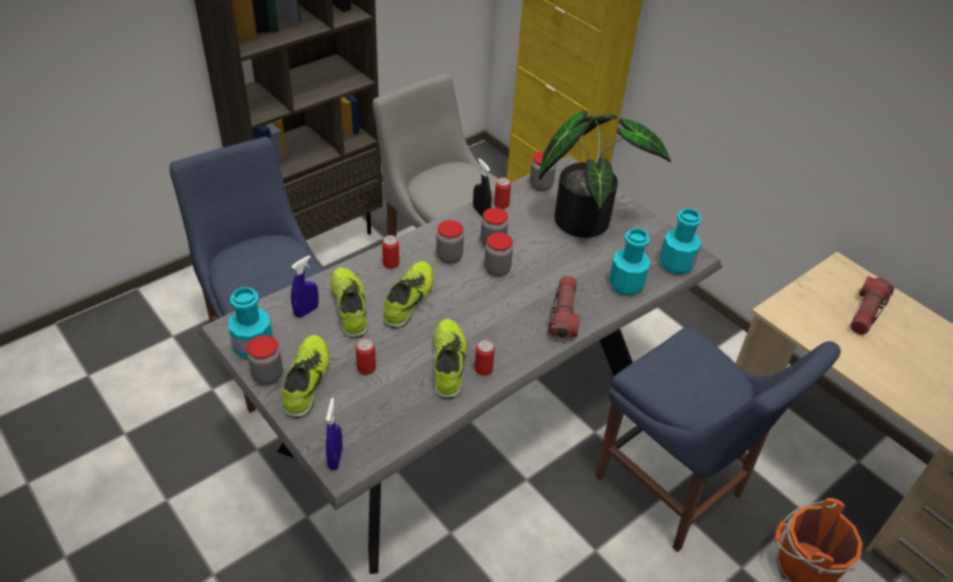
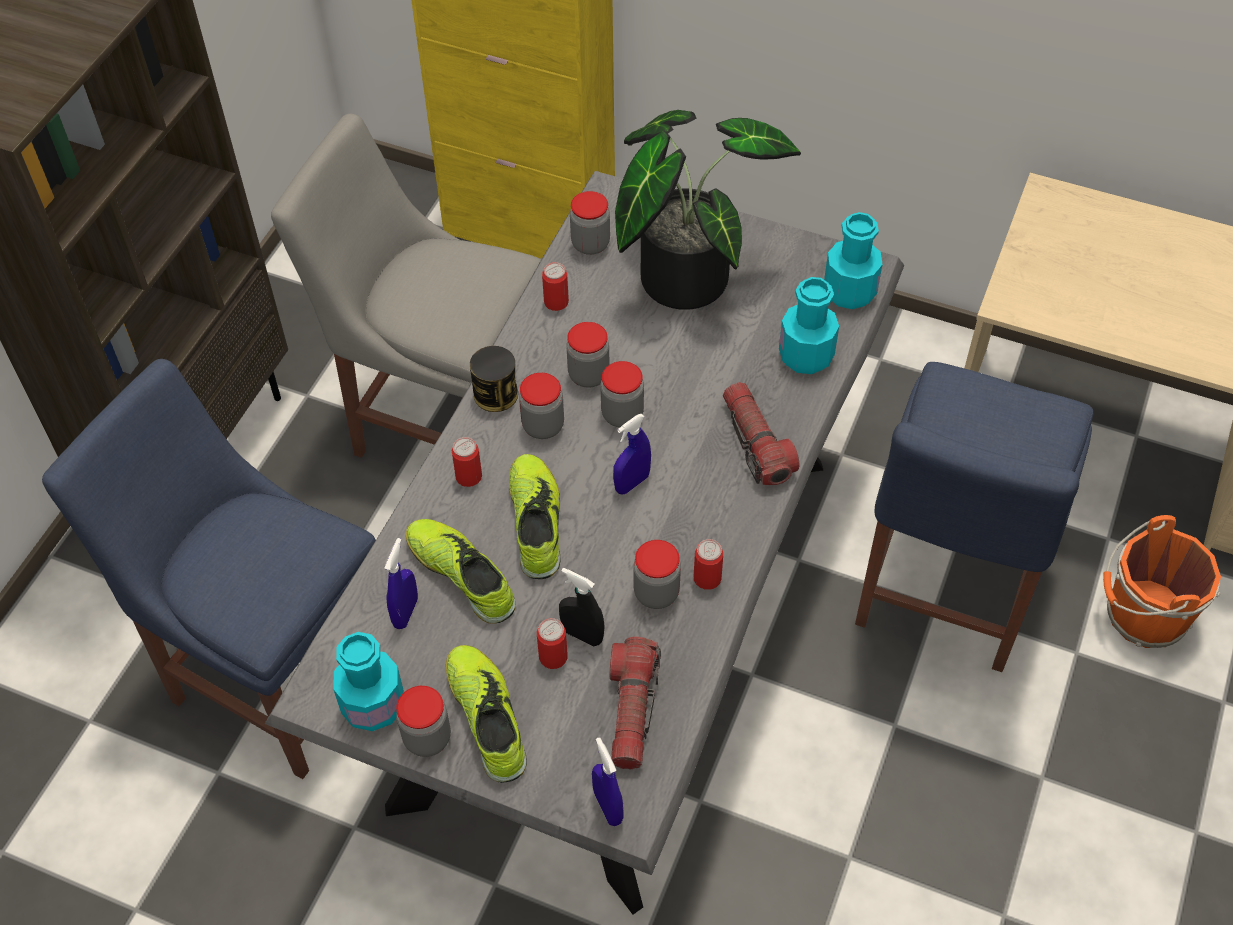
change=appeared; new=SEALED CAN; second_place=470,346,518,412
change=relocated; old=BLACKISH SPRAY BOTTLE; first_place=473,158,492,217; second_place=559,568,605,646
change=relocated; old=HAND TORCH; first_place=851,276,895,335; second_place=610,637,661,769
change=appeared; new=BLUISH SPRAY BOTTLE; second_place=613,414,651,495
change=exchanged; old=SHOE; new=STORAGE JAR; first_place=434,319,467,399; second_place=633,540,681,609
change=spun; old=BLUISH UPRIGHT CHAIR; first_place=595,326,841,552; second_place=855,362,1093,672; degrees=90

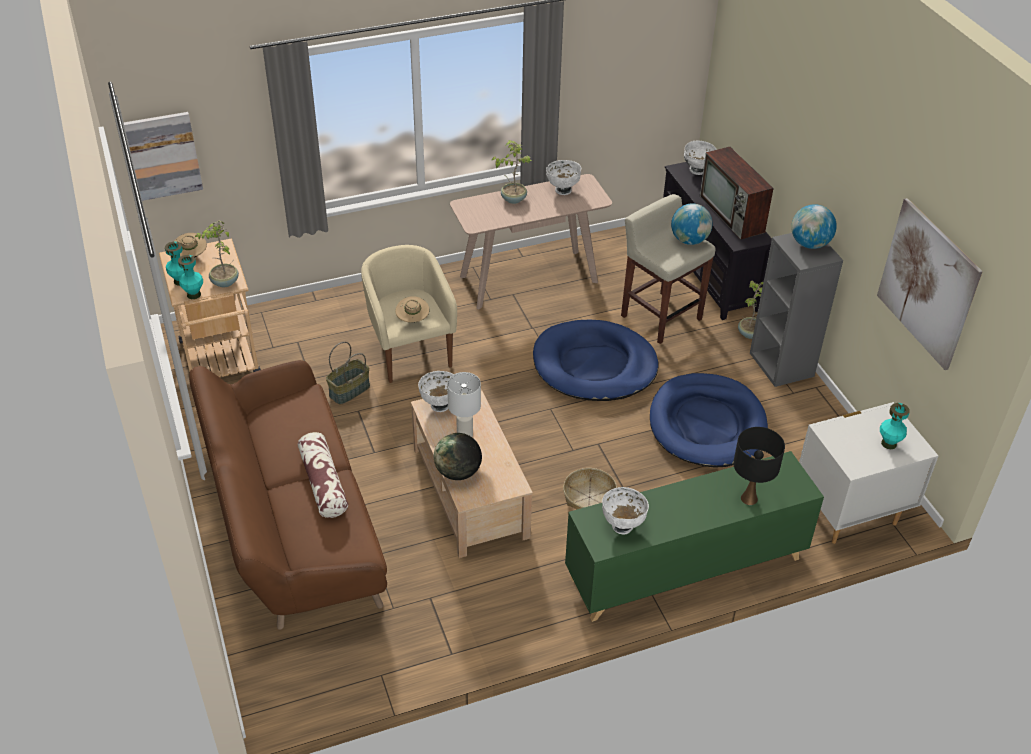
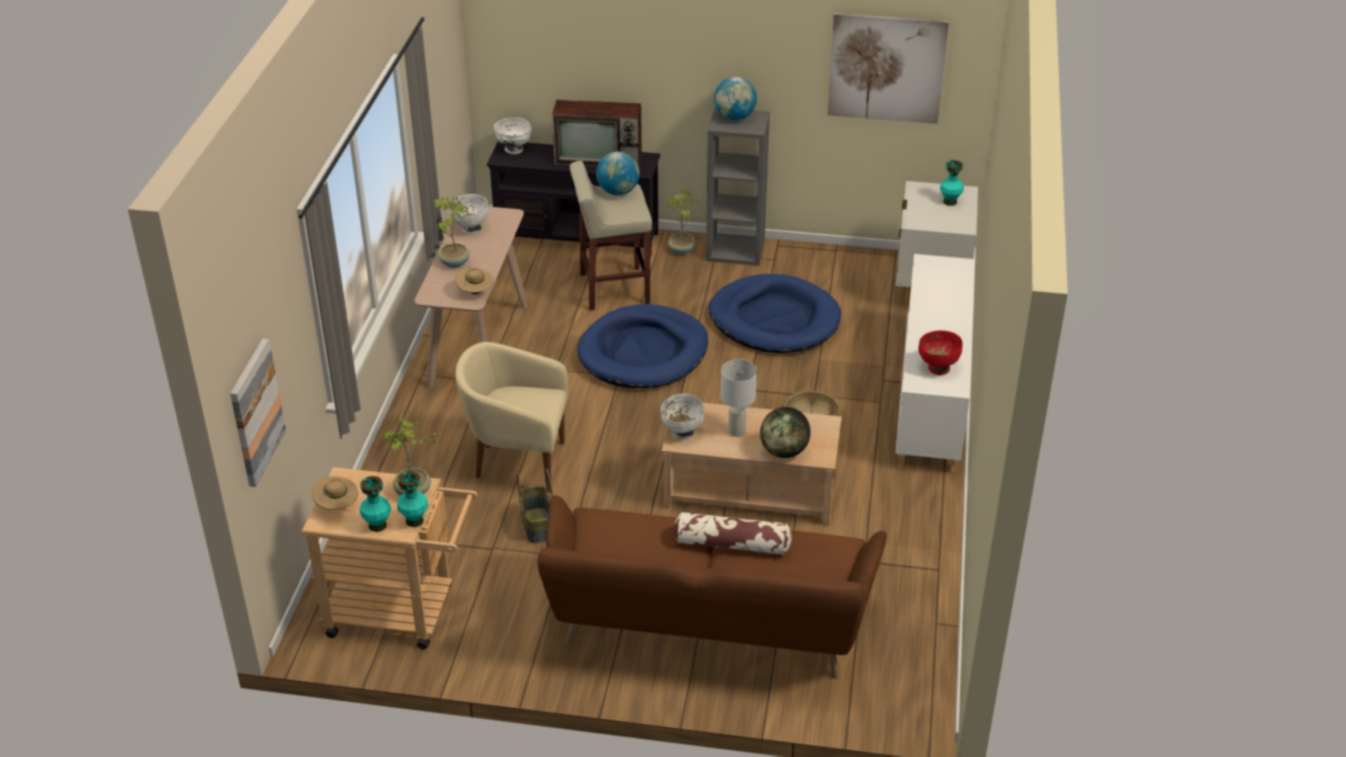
change=relocated; old=SAND-COLOURED CLOTHING HAT; first_place=395,296,429,323; second_place=455,268,494,294
change=colour; old=GREEN CABINET; new=WHITISH CABINET; first_place=565,451,824,622; second_place=895,254,975,473
change=colour; old=WHITISH SERVING BOWL; new=RED-COLOURED SERVING BOWL; first_place=602,487,649,534; second_place=918,330,963,375
change=missing; old=BLACKISH LAMP FOR A TABLE; first_place=733,427,785,505

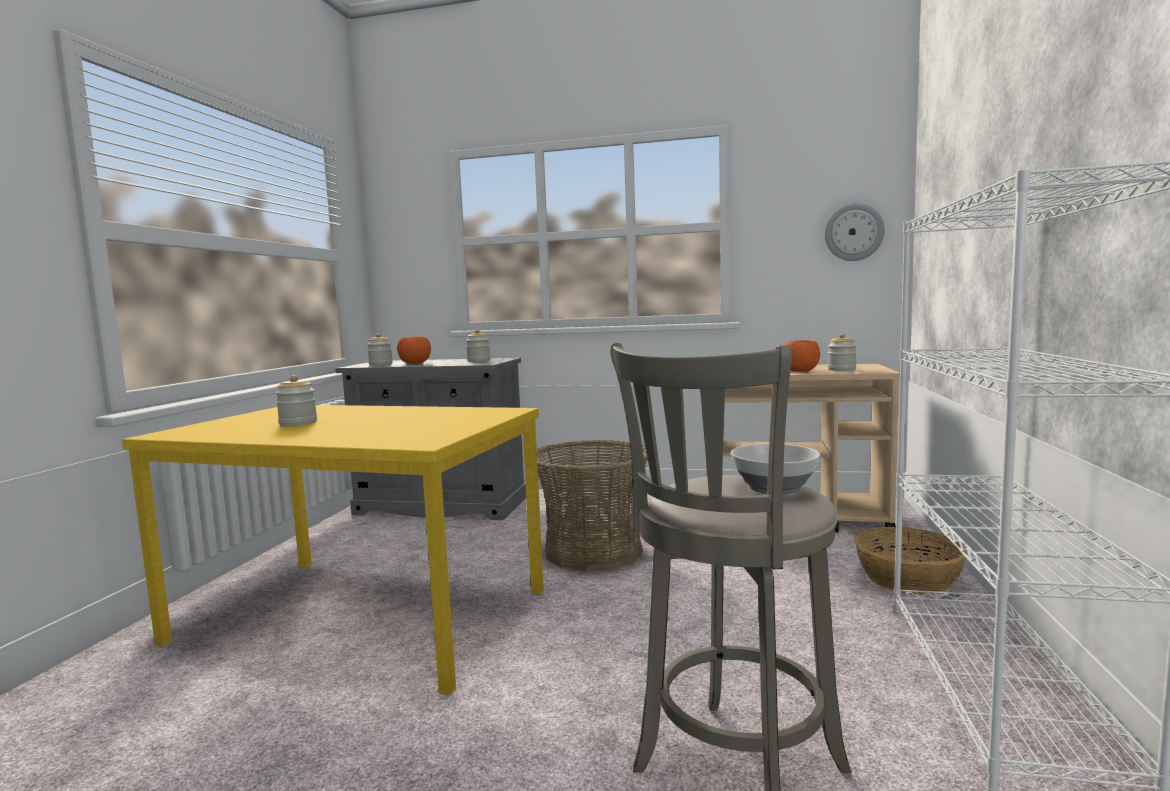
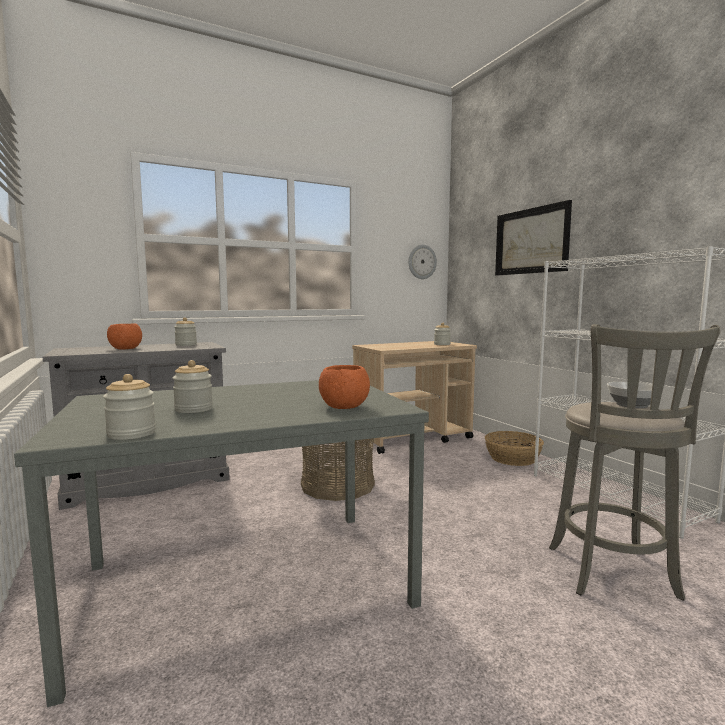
change=colour; old=YELLOWISH KITCHEN TABLE; new=GRAY KITCHEN TABLE; first_place=122,405,544,695; second_place=14,380,429,707
change=relocated; old=STORAGE JAR; first_place=367,333,393,366; second_place=103,374,156,440
change=relocated; old=ORANGEY SERVING BOWL; first_place=783,340,820,372; second_place=319,365,370,409
change=appeared; new=WALL ART; second_place=495,200,572,275

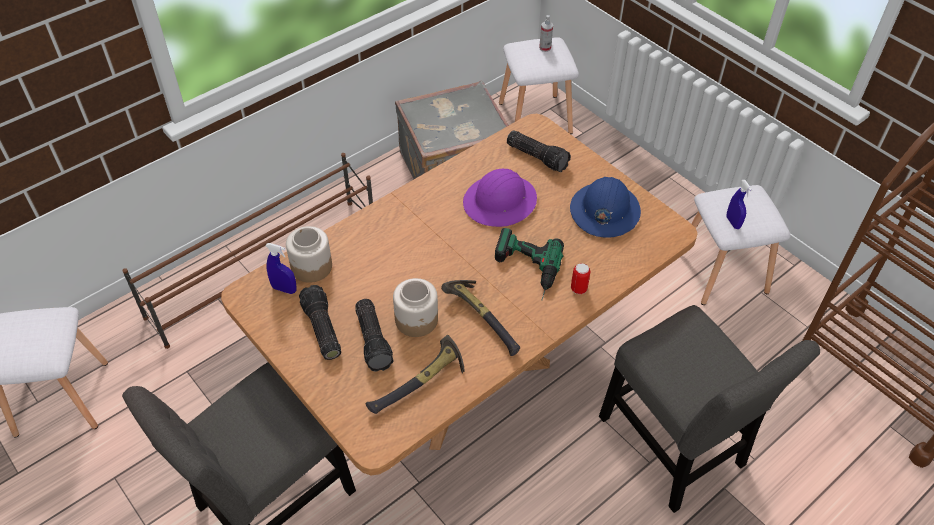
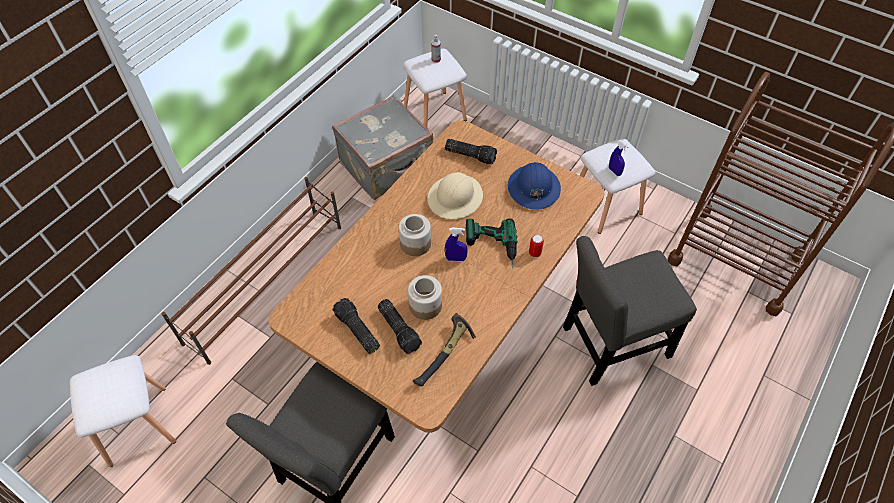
change=relocated; old=STORAGE JAR; first_place=286,226,332,283; second_place=399,214,431,256
change=colour; old=PURPLE SAFETY HELMET; new=SAND-COLOURED SAFETY HELMET; first_place=463,169,537,227; second_place=427,172,483,219
change=relocated; old=BLUISH SPRAY BOTTLE; first_place=265,243,297,294; second_place=445,228,468,261
change=spun; old=GRAY UPRIGHT CHAIR; first_place=599,305,820,513; second_place=563,236,697,386; degrees=120
change=missing; old=HAND HAMMER; first_place=441,280,520,356

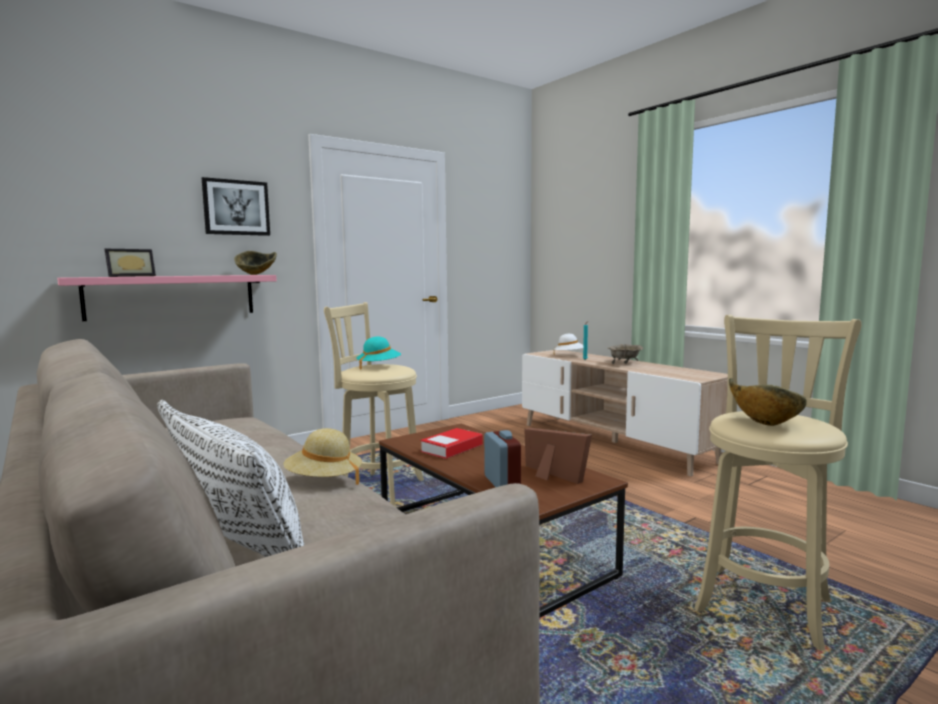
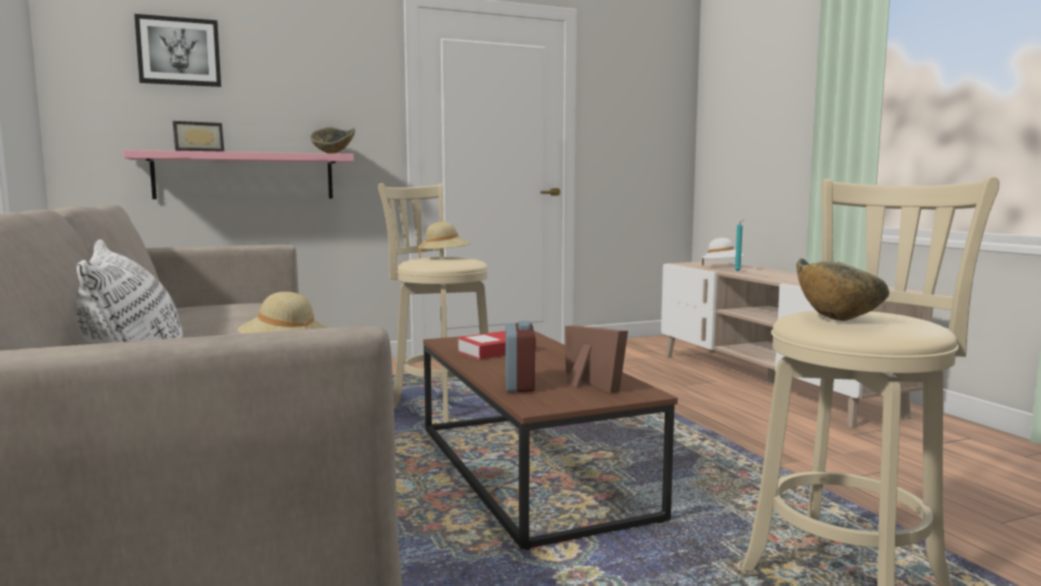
change=relocated; old=WALL ART; first_place=202,177,270,236; second_place=134,14,221,87
change=colour; old=TURQUOISE-COLOURED CLOTHING HAT; new=SAND-COLOURED CLOTHING HAT; first_place=356,337,401,370; second_place=418,222,470,259
change=missing; old=SAND-COLOURED SERVING BOWL; first_place=607,344,643,364

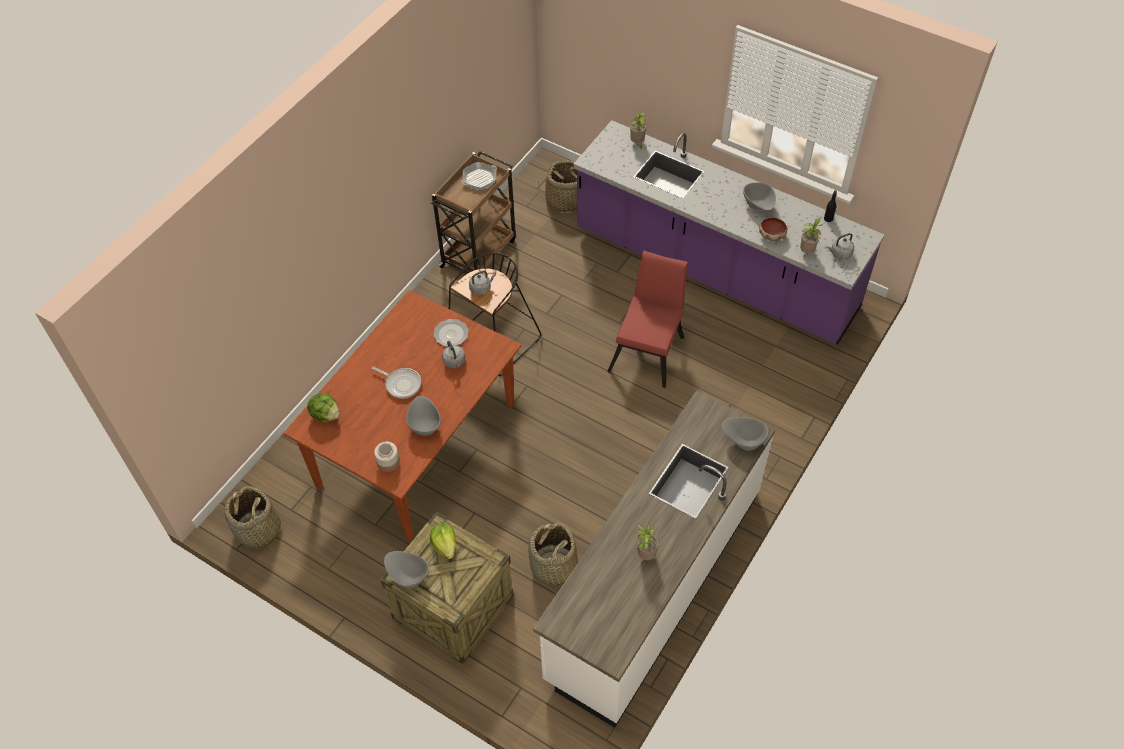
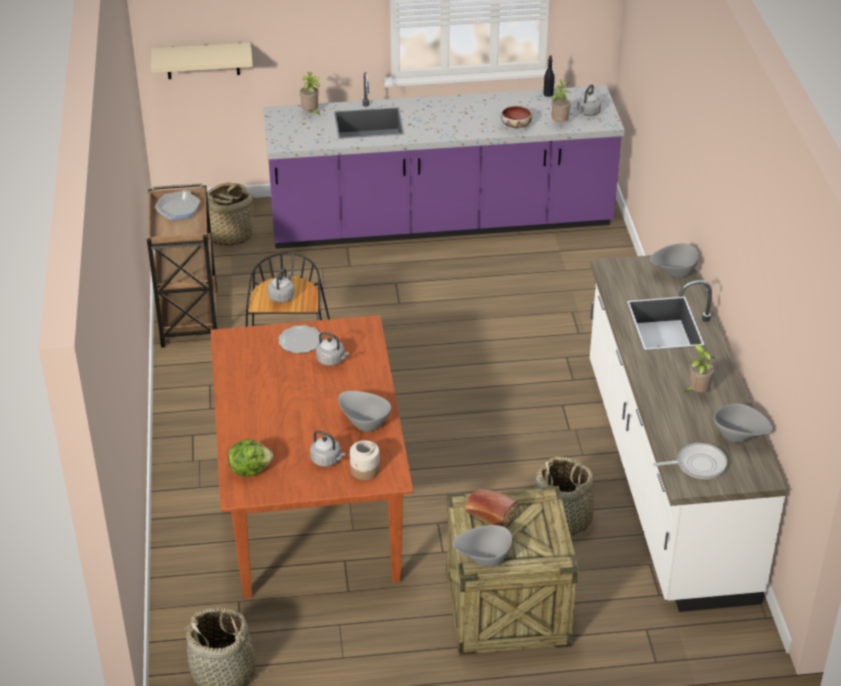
change=appeared; new=SAND-COLOURED BRACKET SHELF; second_place=151,42,253,79
change=appeared; new=GRAY TEA KETTLE; second_place=310,430,346,467
change=exchanged; old=HEAD OF LETTUCE; new=BAKERY BREAD; first_place=430,524,456,559; second_place=465,489,518,527
change=relocated; old=SKILLET; first_place=372,366,421,399; second_place=653,443,727,480
change=relocated; old=GRAY SERVING BOWL; first_place=743,182,776,210; second_place=714,404,773,443
change=missing; old=RED-COLOURED UPRIGHT CHAIR; first_place=607,251,688,388

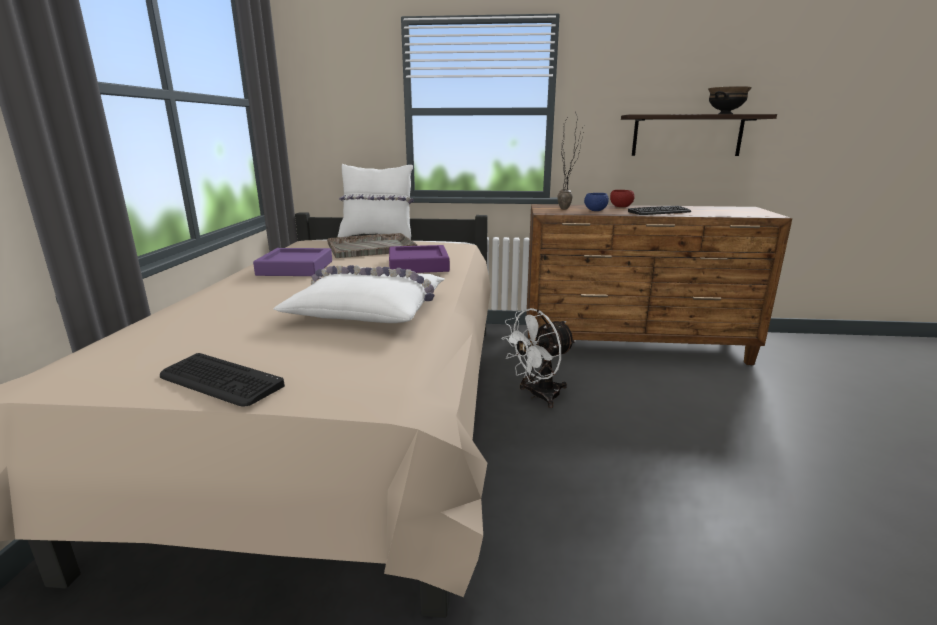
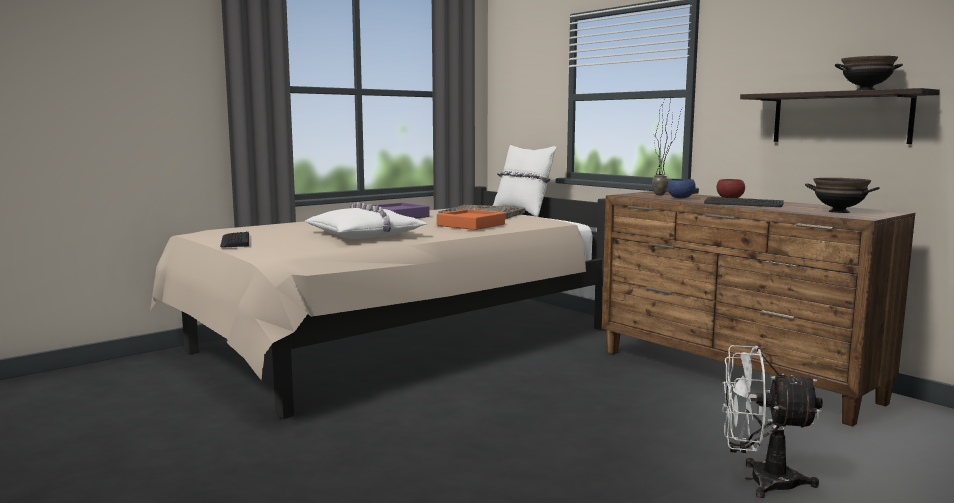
change=colour; old=PURPLE SERVING TRAY; new=ORANGEY SERVING TRAY; first_place=389,245,450,273; second_place=437,209,505,230
change=relocated; old=WHITISH FAN; first_place=501,308,576,408; second_place=722,345,823,498
change=appeared; new=BLACKISH SERVING BOWL; second_place=805,178,880,213

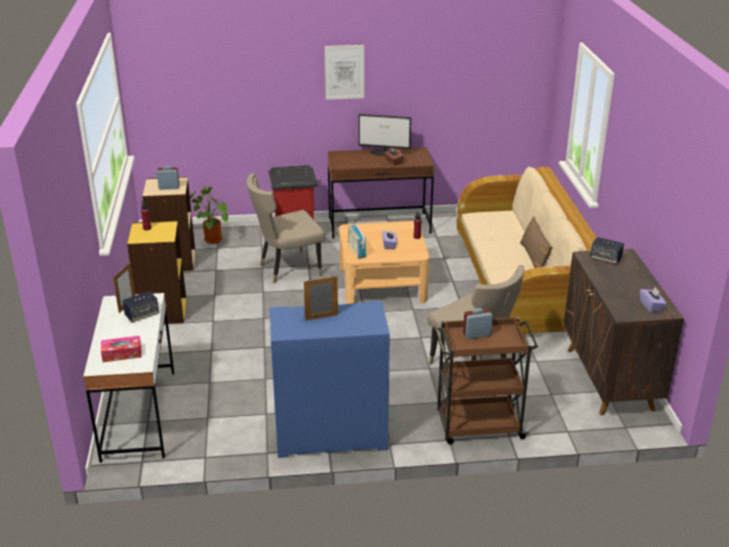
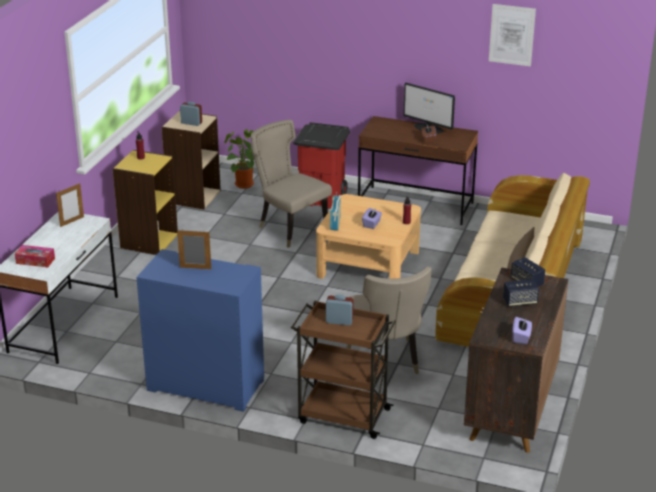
change=spun; old=SAND-COLOURED UPRIGHT CHAIR; first_place=247,173,325,283; second_place=251,120,332,248; degrees=45
change=relocated; old=WALL ART; first_place=325,45,364,100; second_place=489,4,536,67
change=relocated; old=LOUDSPEAKER; first_place=122,291,159,322; second_place=503,279,539,307

